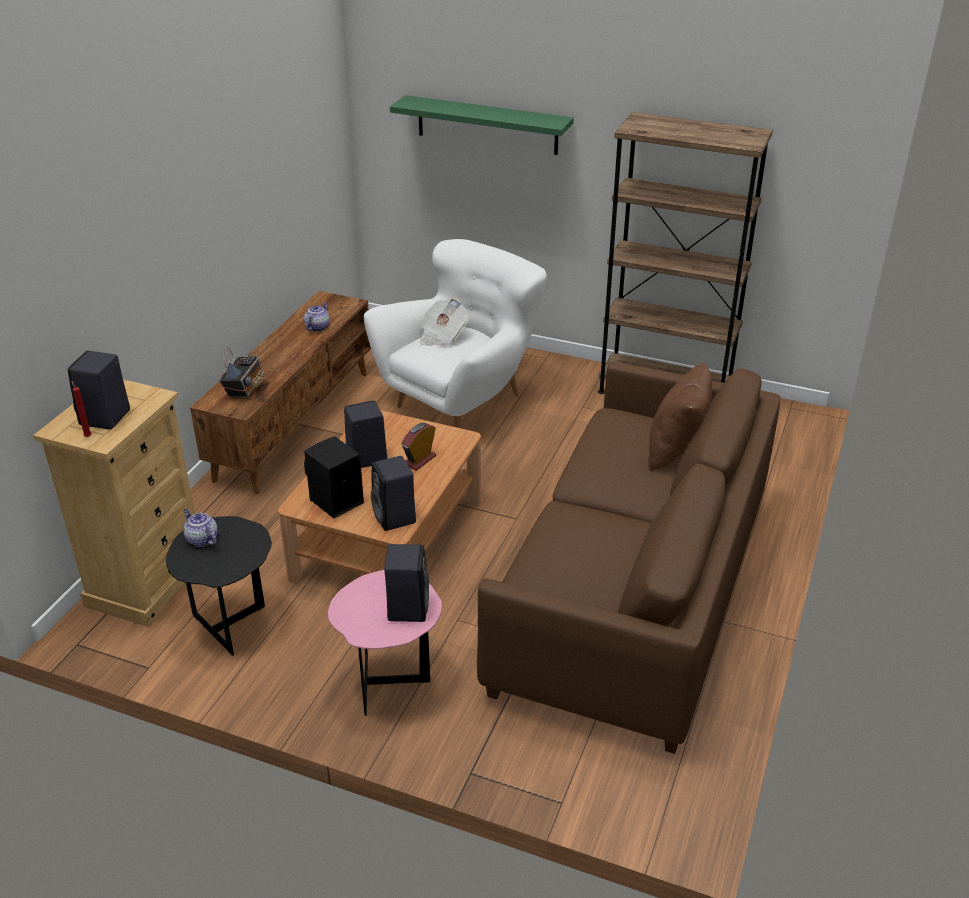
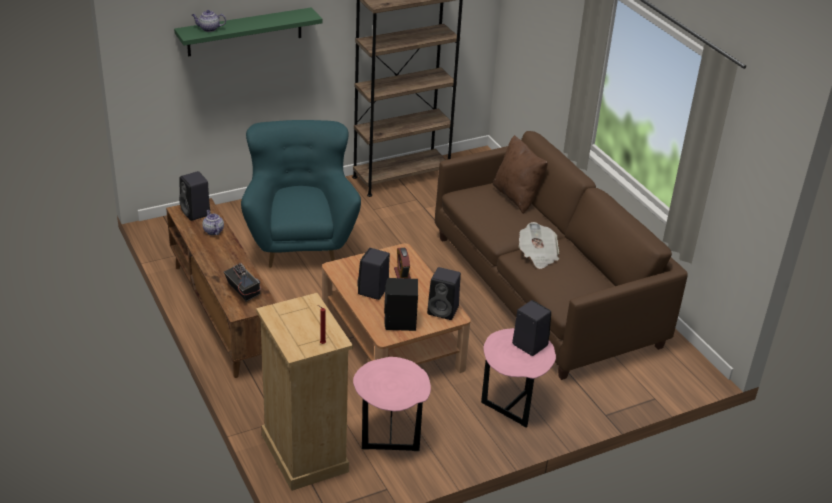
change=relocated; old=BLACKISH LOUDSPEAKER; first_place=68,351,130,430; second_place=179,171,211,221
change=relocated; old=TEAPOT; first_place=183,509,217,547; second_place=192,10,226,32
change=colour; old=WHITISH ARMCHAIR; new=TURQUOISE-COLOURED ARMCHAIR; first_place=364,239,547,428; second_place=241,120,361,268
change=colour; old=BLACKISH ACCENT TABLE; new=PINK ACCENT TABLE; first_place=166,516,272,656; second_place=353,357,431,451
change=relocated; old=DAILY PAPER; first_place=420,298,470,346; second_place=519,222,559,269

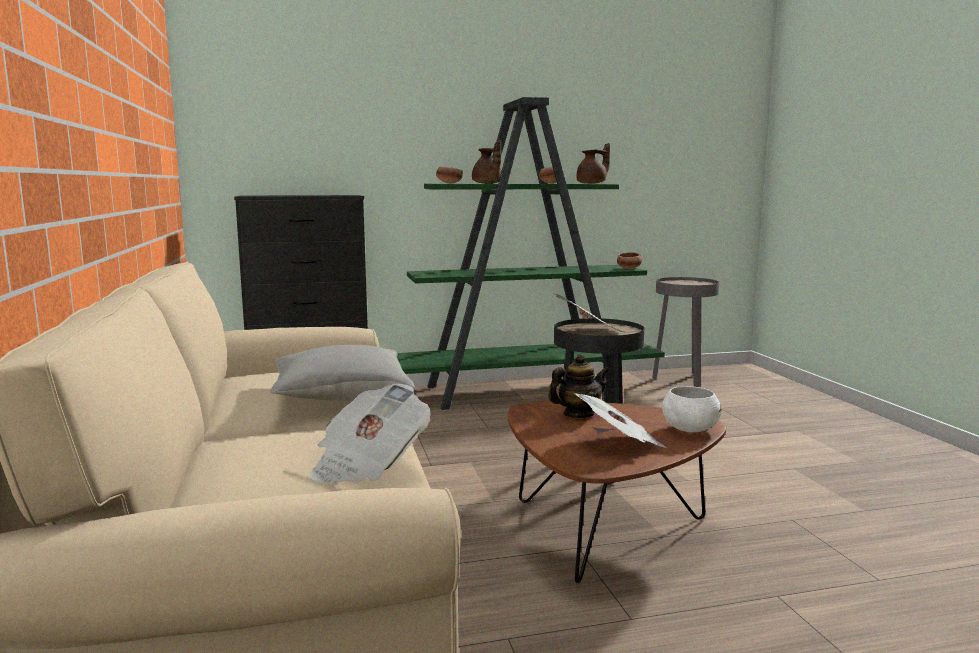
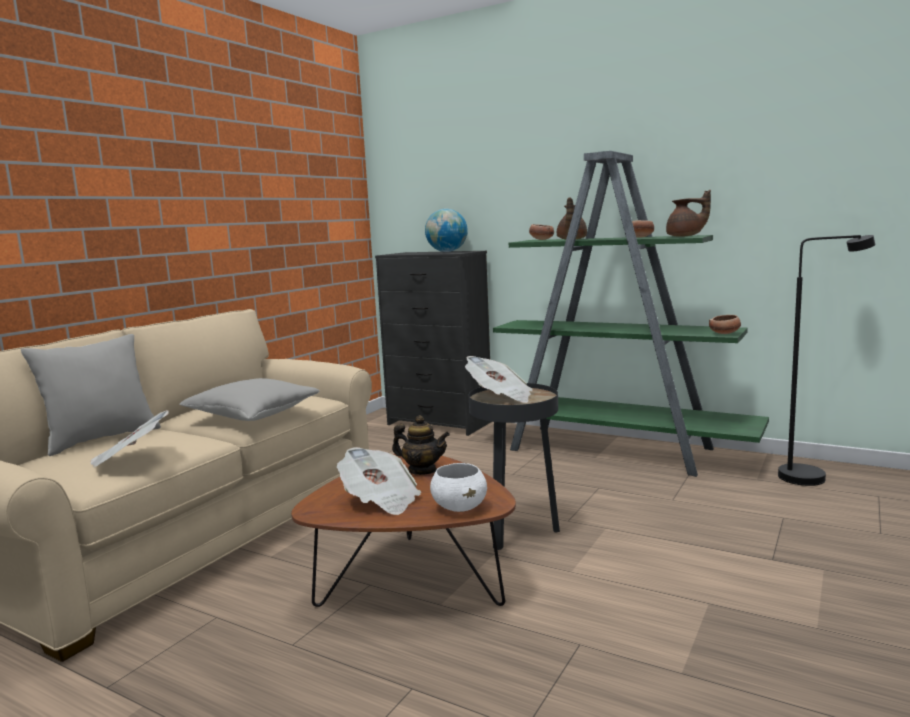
change=appeared; new=GRAY CUSHION; second_place=21,334,161,456
change=appeared; new=GLOBE; second_place=425,209,468,252
change=exchanged; old=GRAY ACCENT TABLE; new=BLACKISH STANDARD LAMP; first_place=652,277,719,387; second_place=778,235,875,486

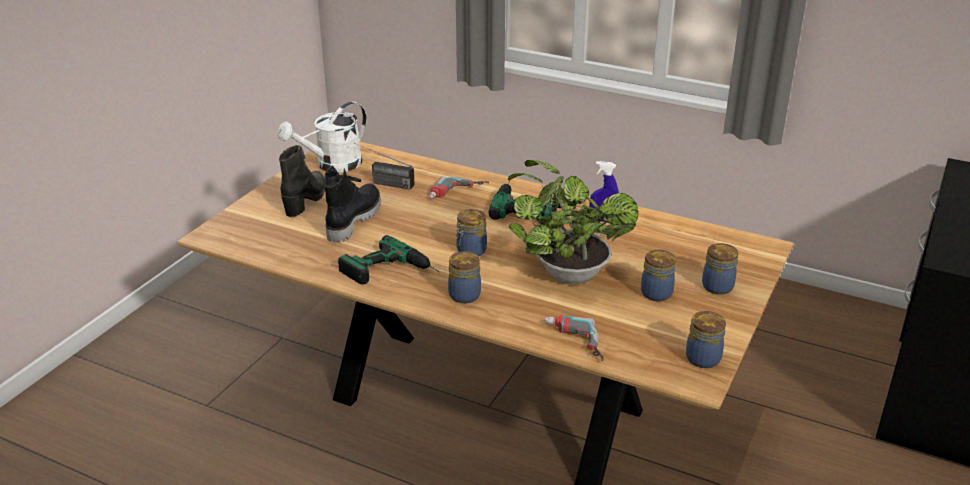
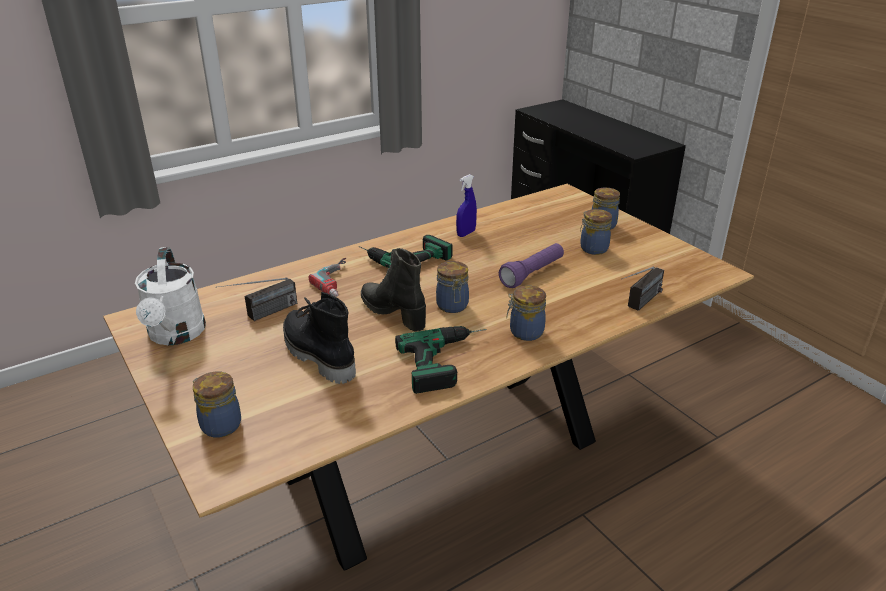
change=relocated; old=STORAGE JAR; first_place=686,311,726,368; second_place=192,372,241,438
change=relocated; old=BLACKISH TALL BOOT; first_place=279,145,325,217; second_place=361,248,426,331
change=exchanged; old=HOUSEPLANT; new=PURPLE HAND TORCH; first_place=508,160,638,285; second_place=499,243,564,288
change=exchanged; old=POWER DRILL; new=RADIO RECEIVER; first_place=544,315,603,361; second_place=621,266,664,311

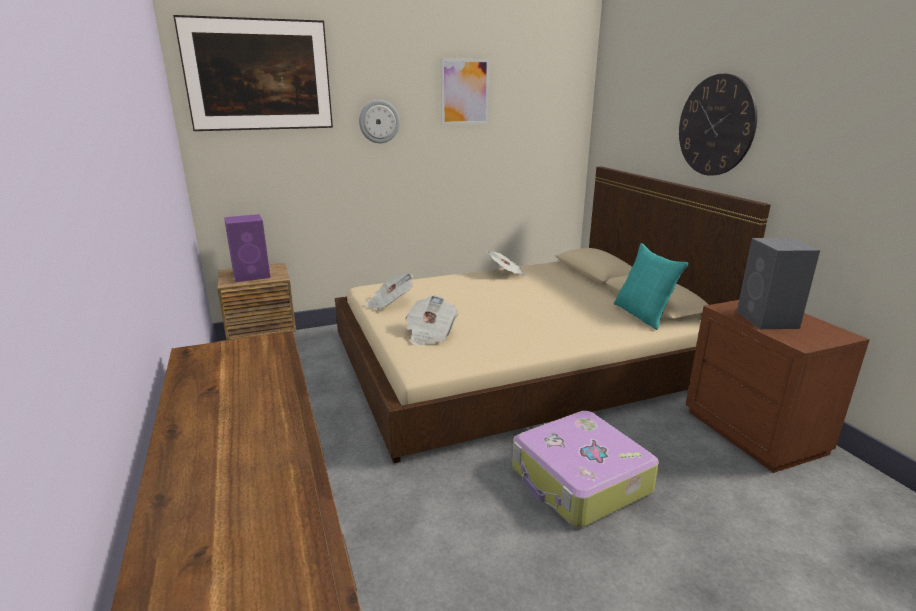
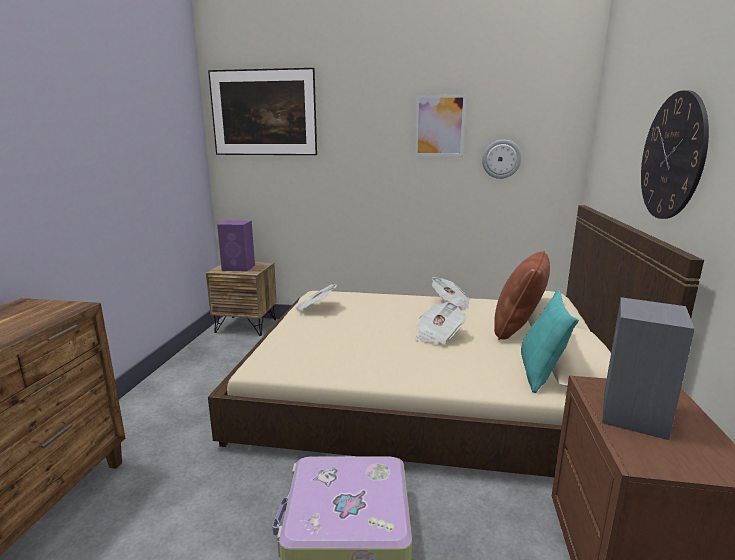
change=relocated; old=DAILY PAPER; first_place=406,295,458,345; second_place=415,302,466,344
change=relocated; old=WALL CLOCK; first_place=359,100,400,143; second_place=482,139,522,179
change=appeared; new=BROWN-COLOURED CUSHION; second_place=494,251,550,340

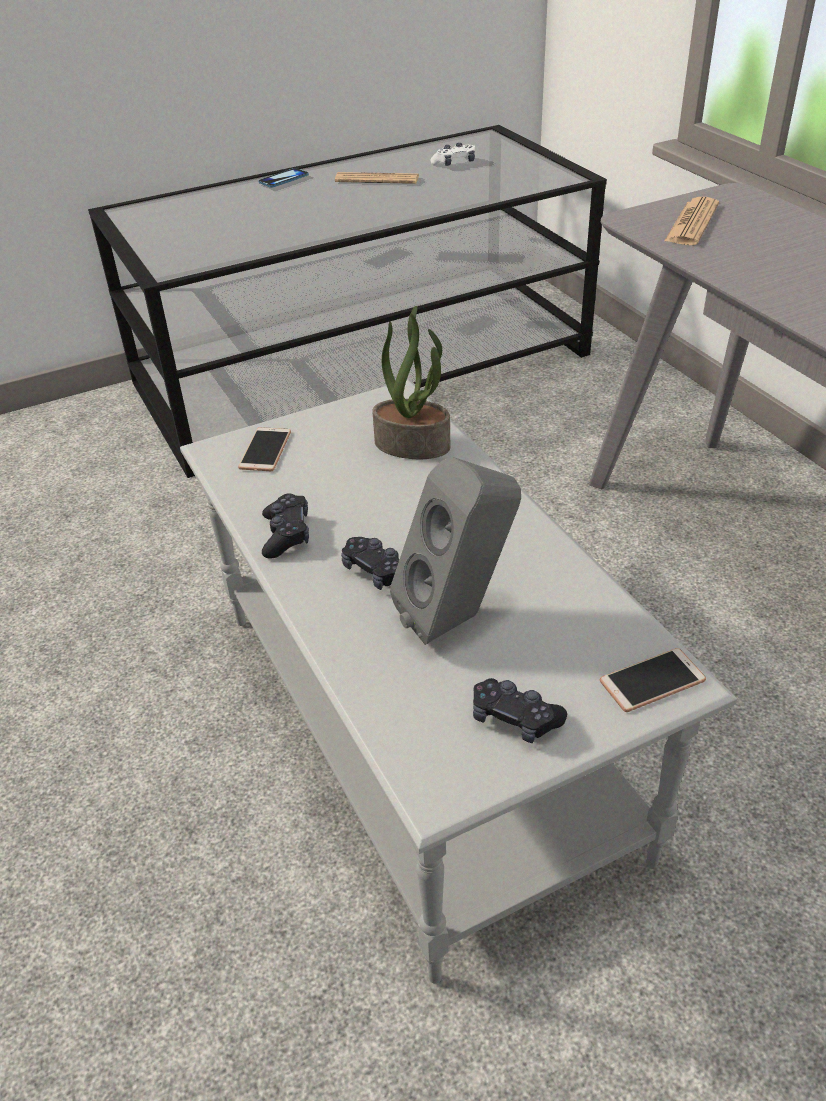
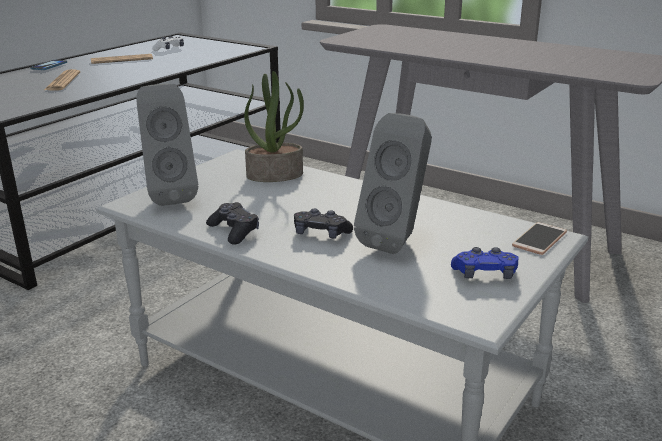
change=relocated; old=DAILY PAPER; first_place=665,197,719,245; second_place=44,69,80,90
change=exchanged; old=TELEPHONE; new=GRAY LOUDSPEAKER; first_place=238,427,291,471; second_place=136,84,198,206
change=colour; old=BLACKISH GAMEPAD; new=BLUISH GAMEPAD; first_place=473,678,567,743; second_place=451,247,519,279

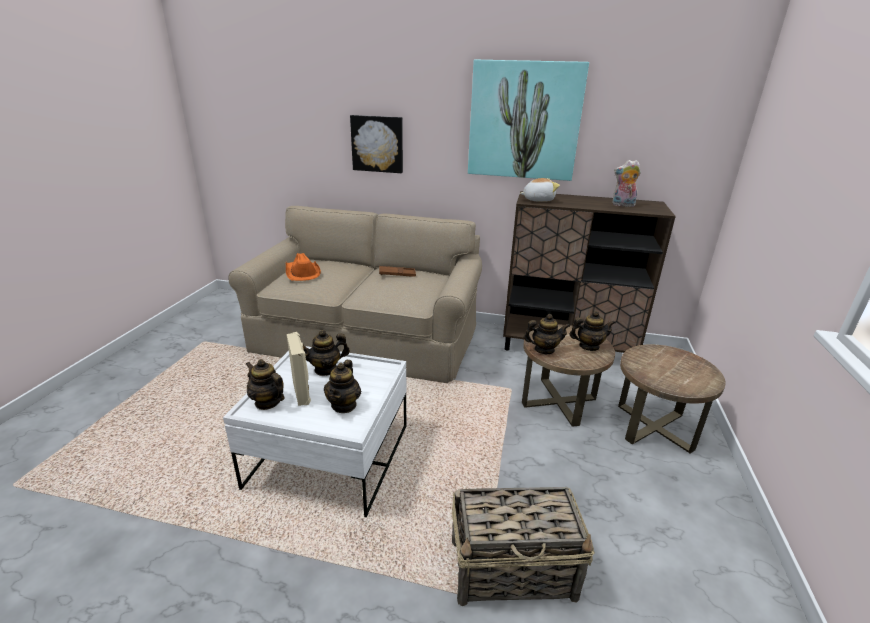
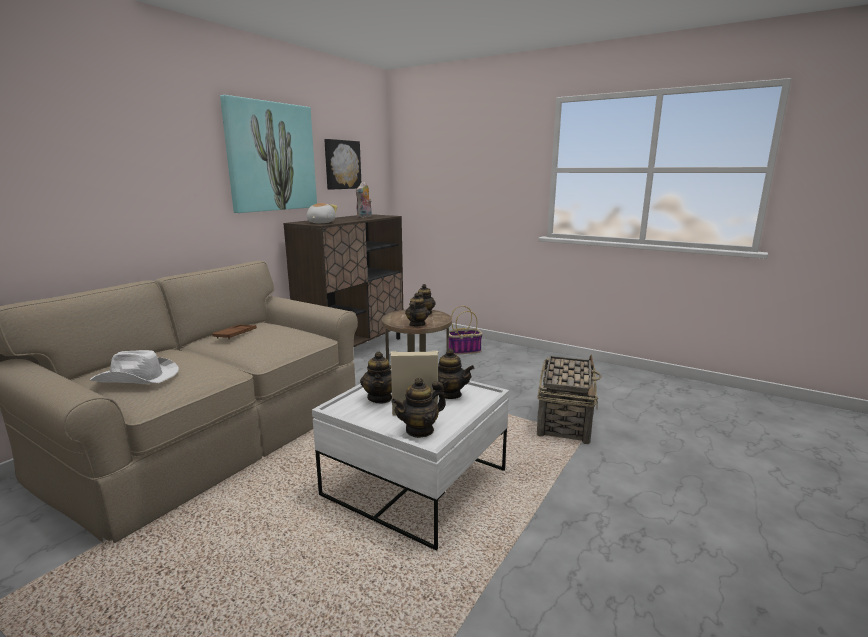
change=colour; old=ORANGEY CLOTHING HAT; new=WHITISH CLOTHING HAT; first_place=286,253,321,281; second_place=89,350,179,384
change=relocated; old=WALL ART; first_place=350,115,403,173; second_place=324,139,361,190
change=exchanged; old=BROWN-COLOURED ACCENT TABLE; new=BASKET; first_place=618,344,726,453; second_place=449,306,483,355

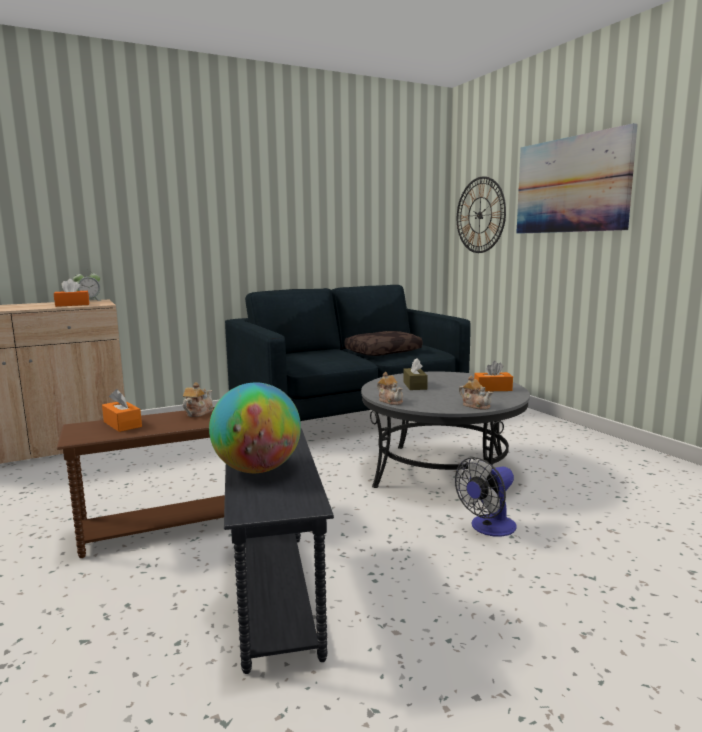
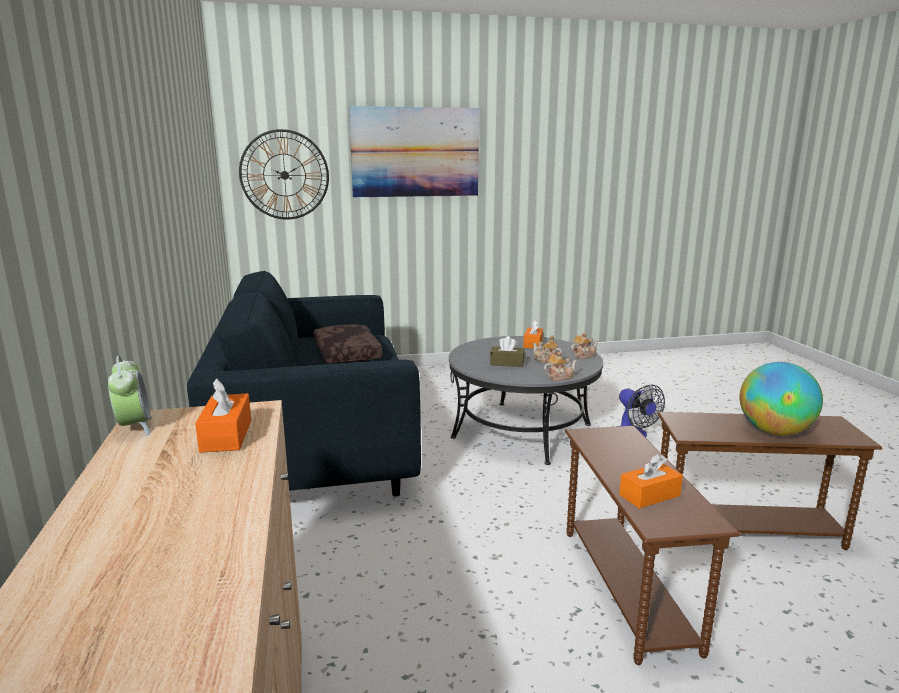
change=relocated; old=TEAPOT; first_place=183,382,213,417; second_place=533,335,562,363
change=colour; old=GRAY ACCENT TABLE; new=BROWN-COLOURED ACCENT TABLE; first_place=224,428,334,674; second_place=657,412,882,550

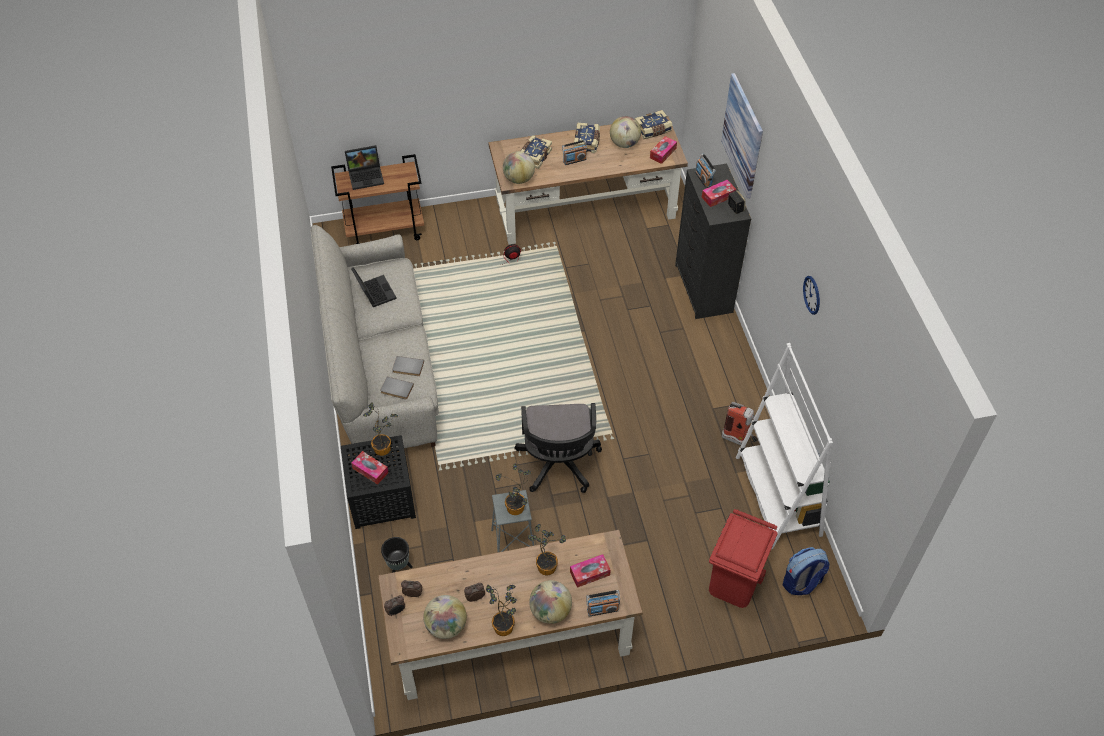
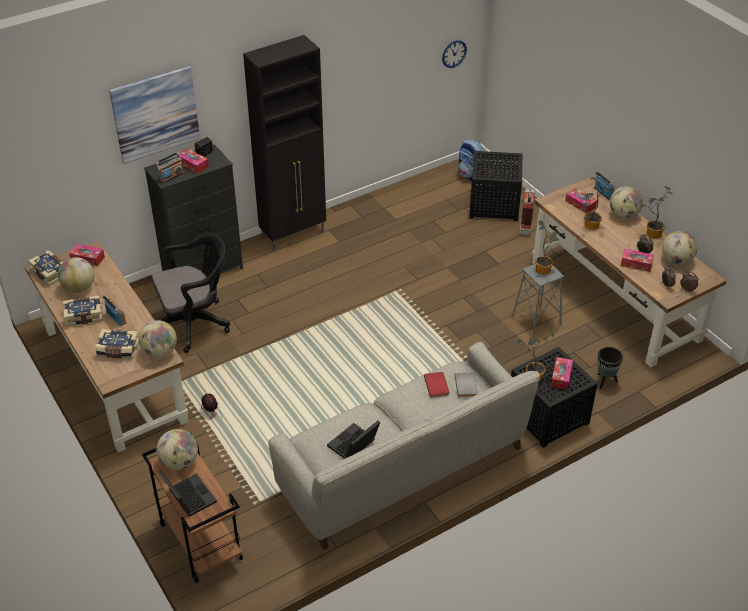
change=relocated; old=BLACKISH OFFICE CHAIR; first_place=515,403,602,493; second_place=152,232,230,353
change=appeared; new=GLOBE; second_place=156,429,198,470
change=appeared; new=BLACKISH CABINET; second_place=243,35,326,251
change=colour; old=GRAY VOLUME; new=RED-COLOURED VOLUME; first_place=392,356,424,376; second_place=424,372,449,398
change=relocated; old=WALL CLOCK; first_place=803,276,820,315; second_place=442,40,467,68
change=exchanged; old=RED-COLOURED WASTE BIN; new=BLACKISH ACCENT TABLE; first_place=709,509,778,608; second_place=469,151,522,221
change=relocated; old=EXTINGUISHER; first_place=722,402,758,445; second_place=520,189,535,235
change=appeared; new=TISSUE BOX; second_place=621,249,654,272
change=missing; old=WHITISH SHELVING UNIT; first_place=736,343,833,549

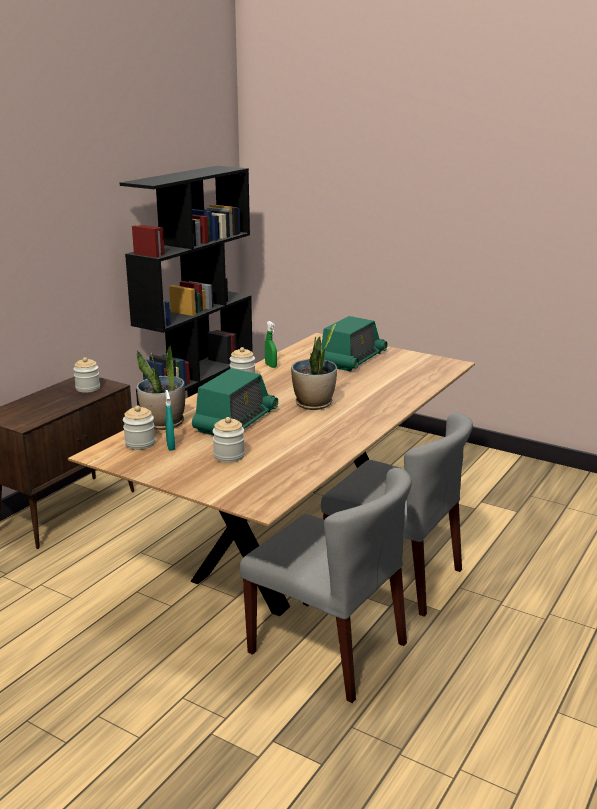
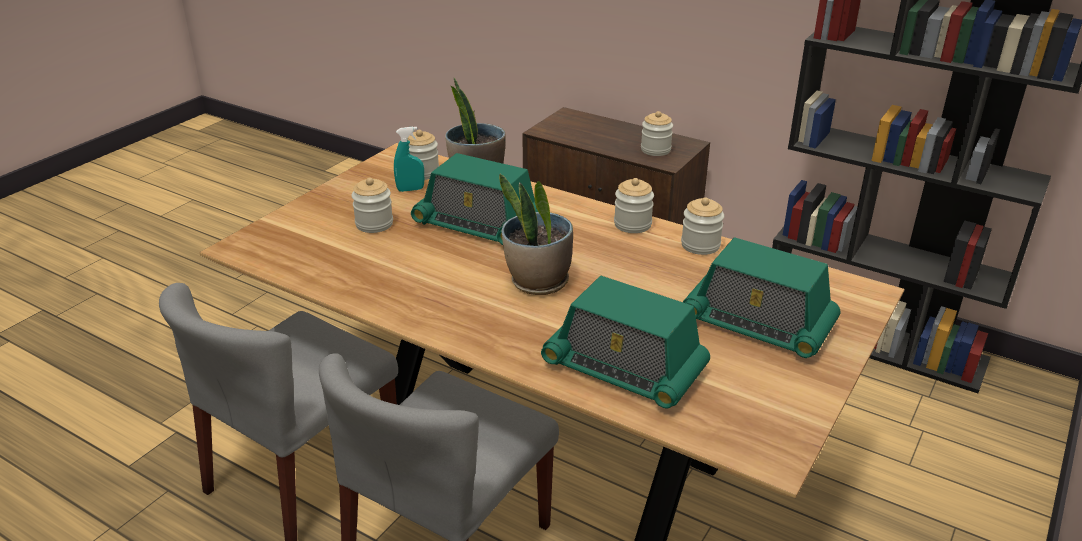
change=appeared; new=RADIO RECEIVER; second_place=541,276,710,408
change=exchanged; old=GREEN SPRAY BOTTLE; new=STORAGE JAR; first_place=265,321,277,368; second_place=681,197,724,255

